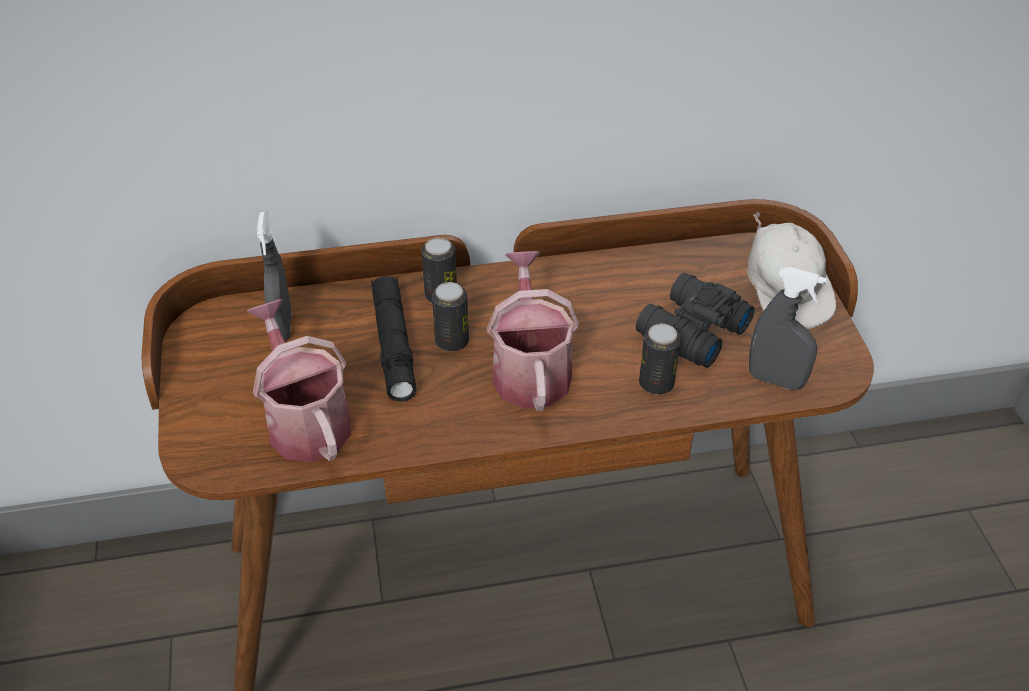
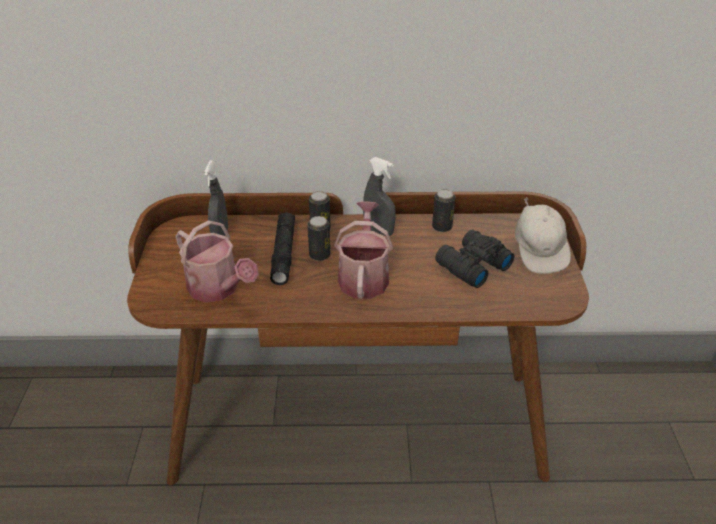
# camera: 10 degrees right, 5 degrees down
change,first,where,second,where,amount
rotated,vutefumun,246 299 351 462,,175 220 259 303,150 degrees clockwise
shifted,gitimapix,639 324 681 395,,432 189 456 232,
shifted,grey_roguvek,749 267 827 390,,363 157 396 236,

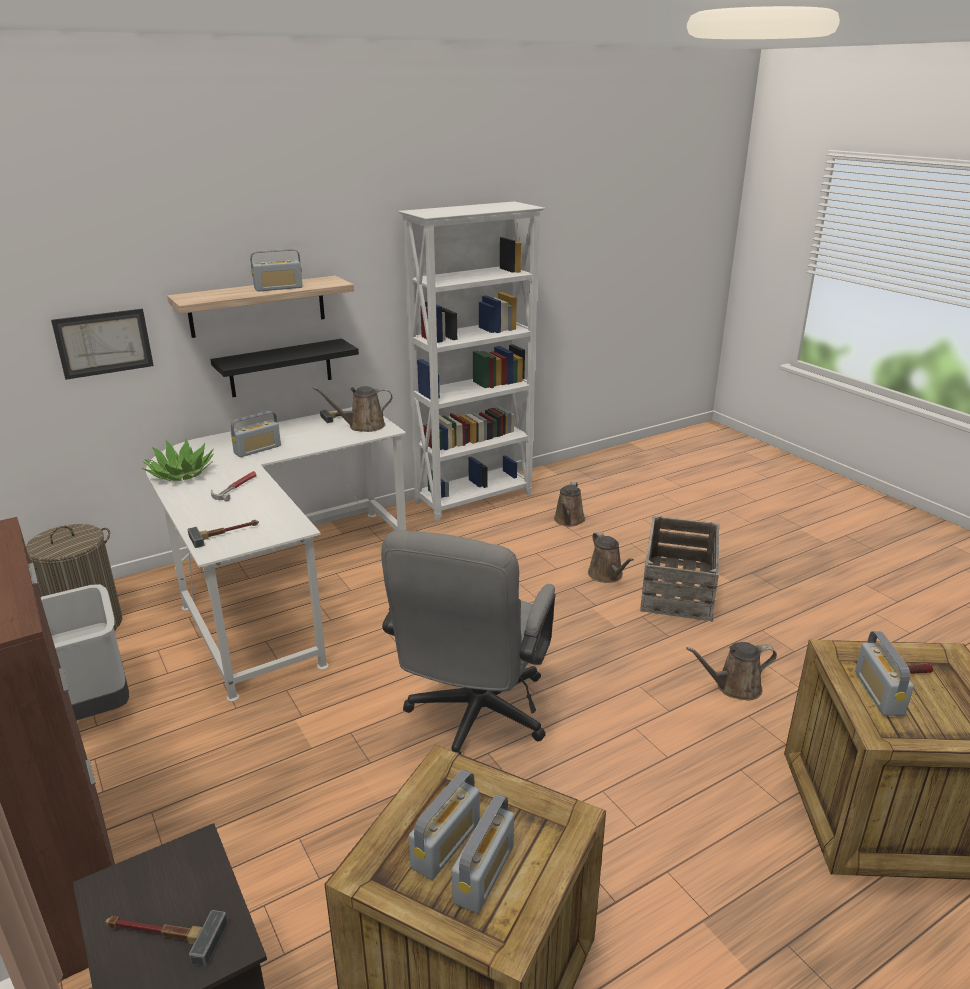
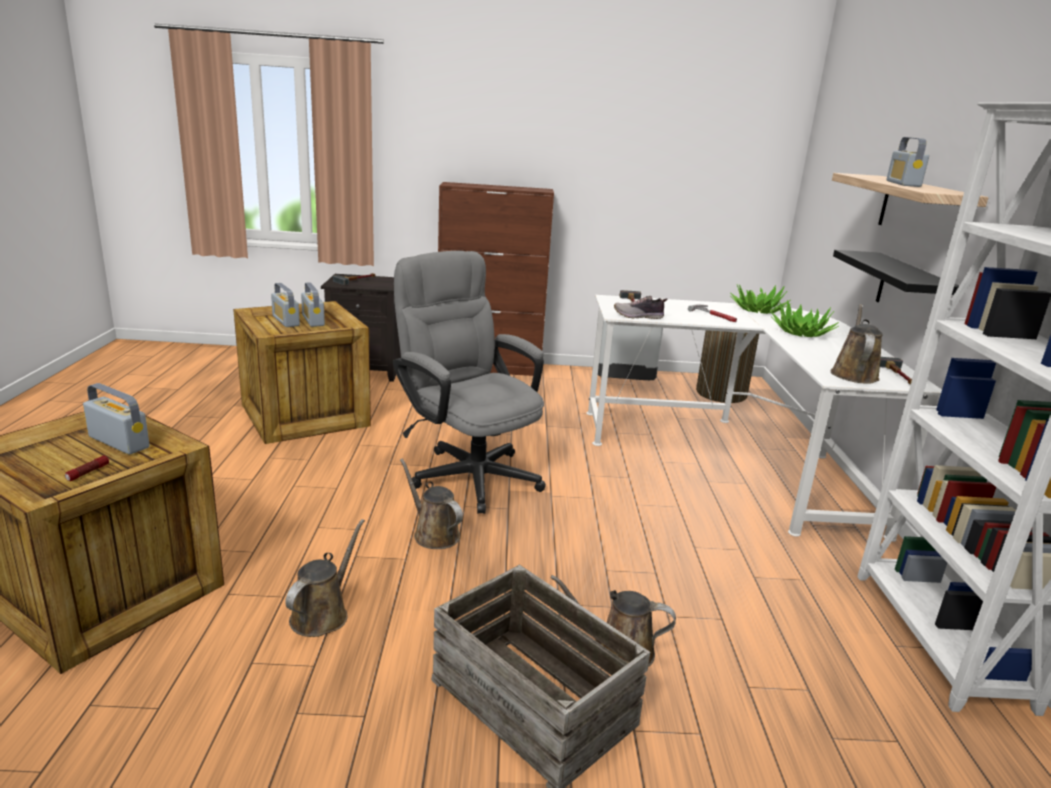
# camera: 120 degrees right, 5 degrees down
change,first,where,second,where,amount
gone,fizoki,51 309 154 380,,,
swapped,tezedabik,231 411 281 457,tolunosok,771 300 839 337,
shifted,brown_vutefumun,554 482 585 527,,400 459 463 549,
new,,,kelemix,614 296 668 319,

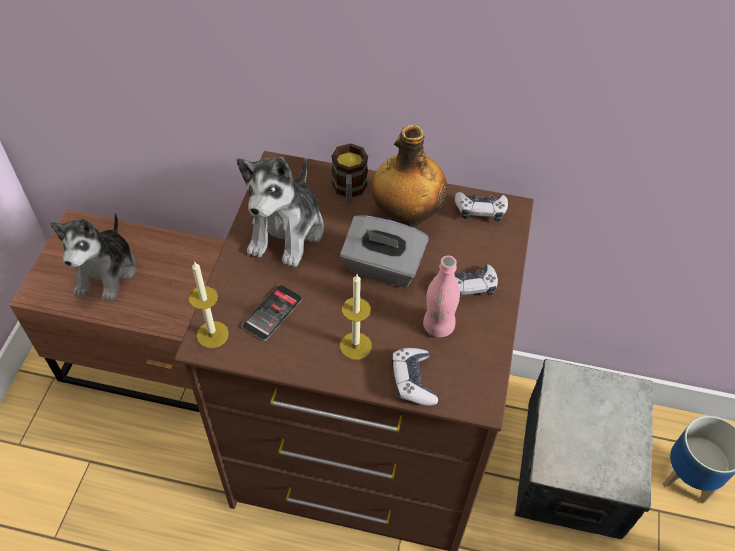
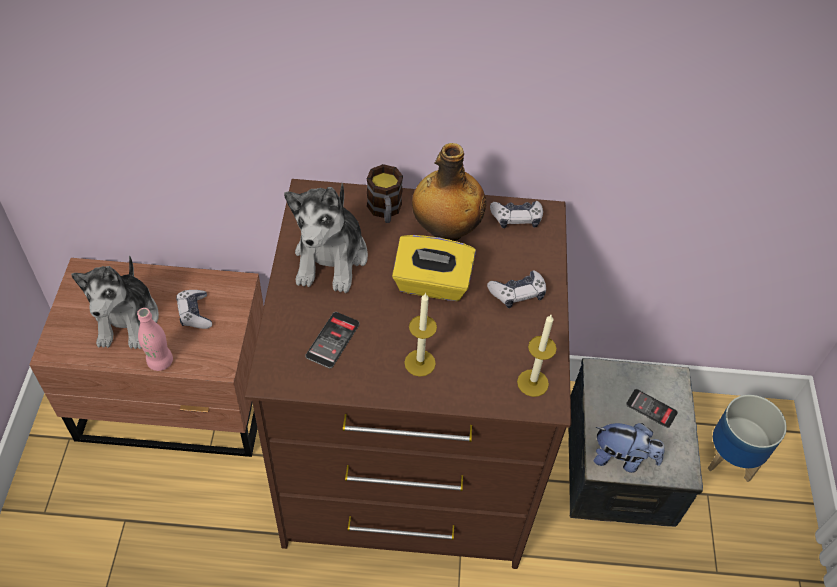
# camera: 10 degrees left, 0 degrees up
change,first,where,second,where,amount
shifted,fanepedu,189 261 229 348,,517 315 557 397,
repainted,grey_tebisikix,340 215 429 287,yellow_tebisikix,392 235 476 301,
shifted,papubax,391 348 438 406,,176 290 212 329,
shifted,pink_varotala,423 256 460 337,,137 308 173 371,
new,,,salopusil,594 423 665 473,
new,,,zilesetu,626 389 678 428,

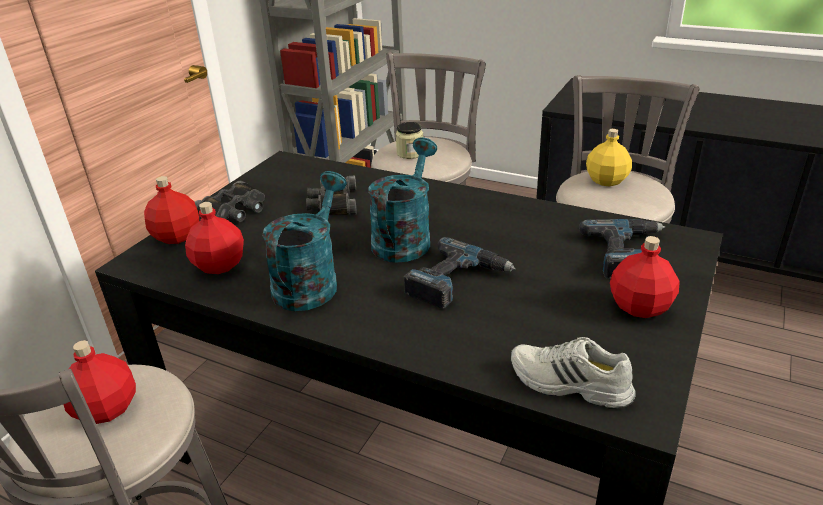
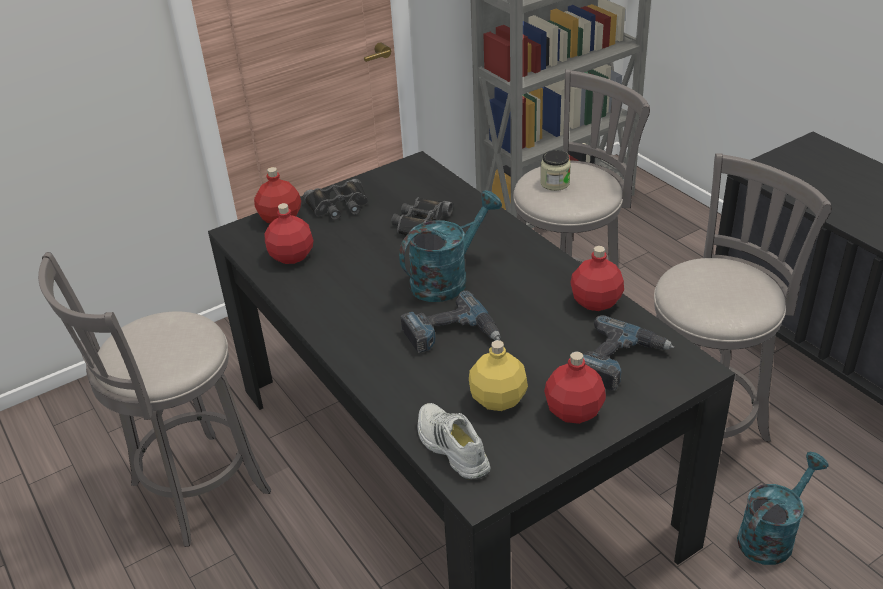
# camera: 30 degrees right, 5 degrees up
change,first,where,second,where,amount
shifted,red_varotala,63 340 136 424,,570 246 624 311,
shifted,turquoise_vutefumun,262 171 347 311,,737 452 829 565,
shifted,yellow_varotala,586 129 632 186,,469 340 528 411,

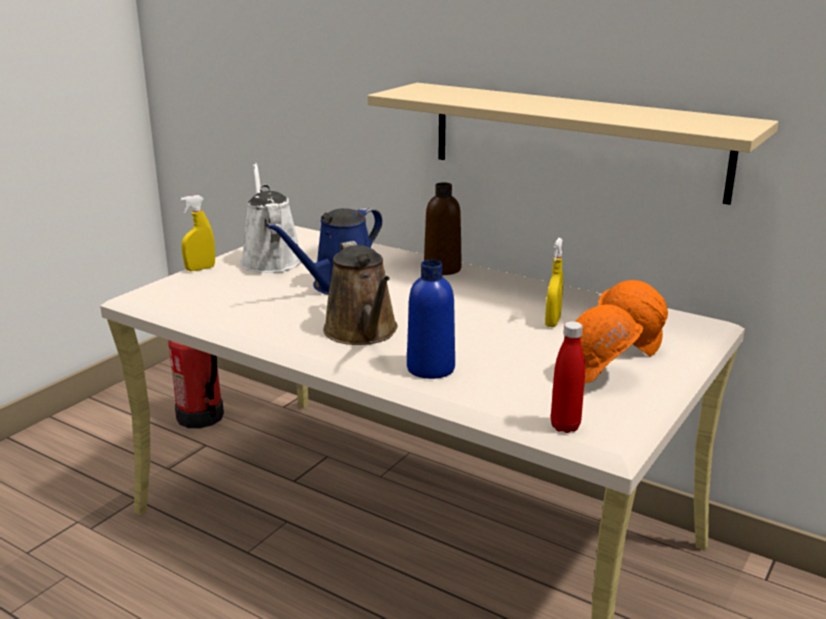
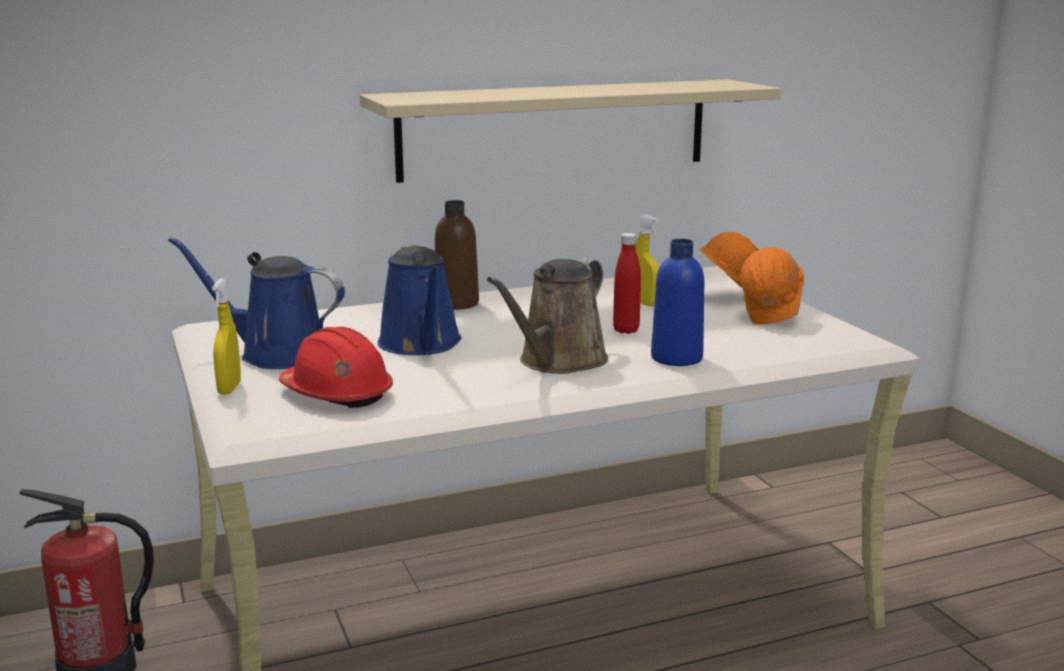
# camera: 55 degrees left, 5 degrees down
change,first,where,second,where,amount
repainted,white_vutefumun,240 163 301 273,blue_vutefumun,168 237 345 369,
rotated,brown_vutefumun,323 241 398 345,,487 258 608 374,105 degrees clockwise
shifted,red_varotala,551 321 585 433,,613 233 641 334,
new,,,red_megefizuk,279 327 393 408,

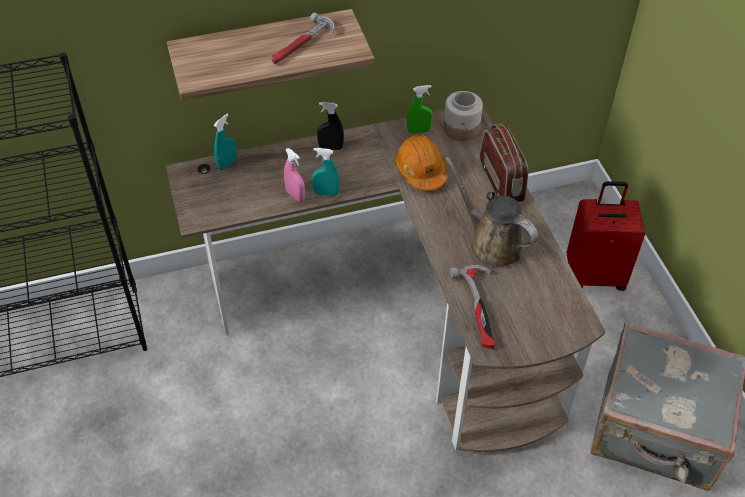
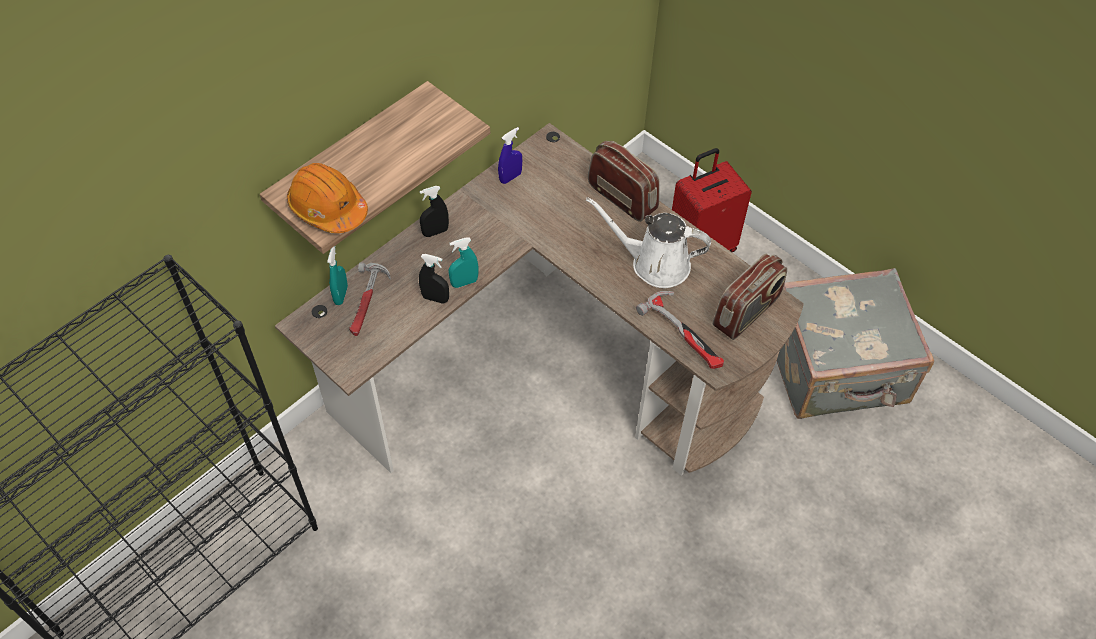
# camera: 30 degrees left, 5 degrees up
change,first,where,second,where,amount
shifted,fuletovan,271 12 335 64,,349 262 391 336,
repainted,pink_roguvek,284 148 305 202,black_roguvek,419 254 449 304,
shifted,orange_megefizuk,394 135 448 191,,287 163 368 233,
repainted,green_roguvek,407 85 433 134,blue_roguvek,498 127 522 184,
gone,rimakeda,443 91 483 141,,,
repainted,brown_vutefumun,445 156 538 268,white_vutefumun,586 197 711 288,
new,,,tezedabik,713 254 787 340,

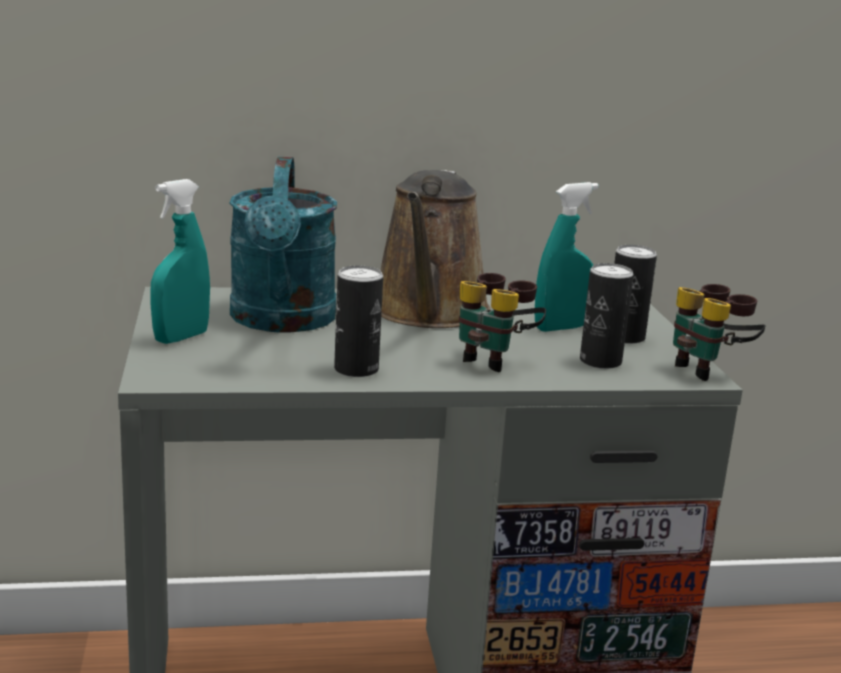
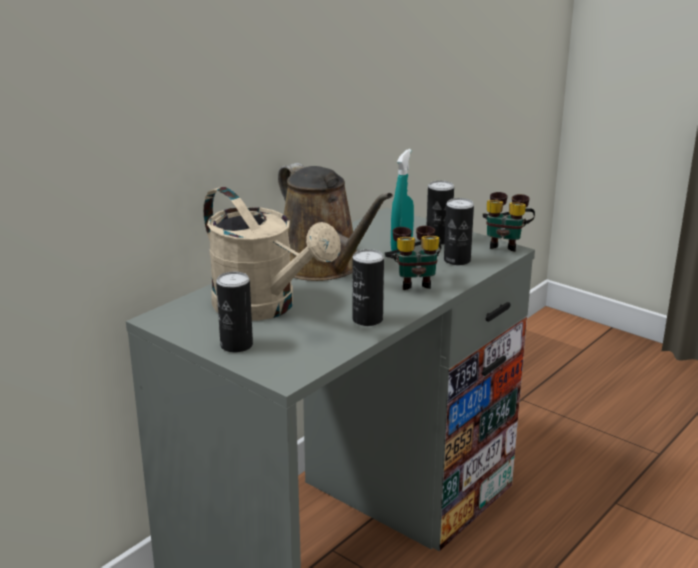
# camera: 40 degrees left, 5 degrees up
change,first,where,second,where,amount
swapped,turquoise_roguvek,151 179 210 344,gitimapix,216 272 253 353,
repainted,turquoise_vutefumun,229 157 337 333,beige_vutefumun,203 187 341 321,

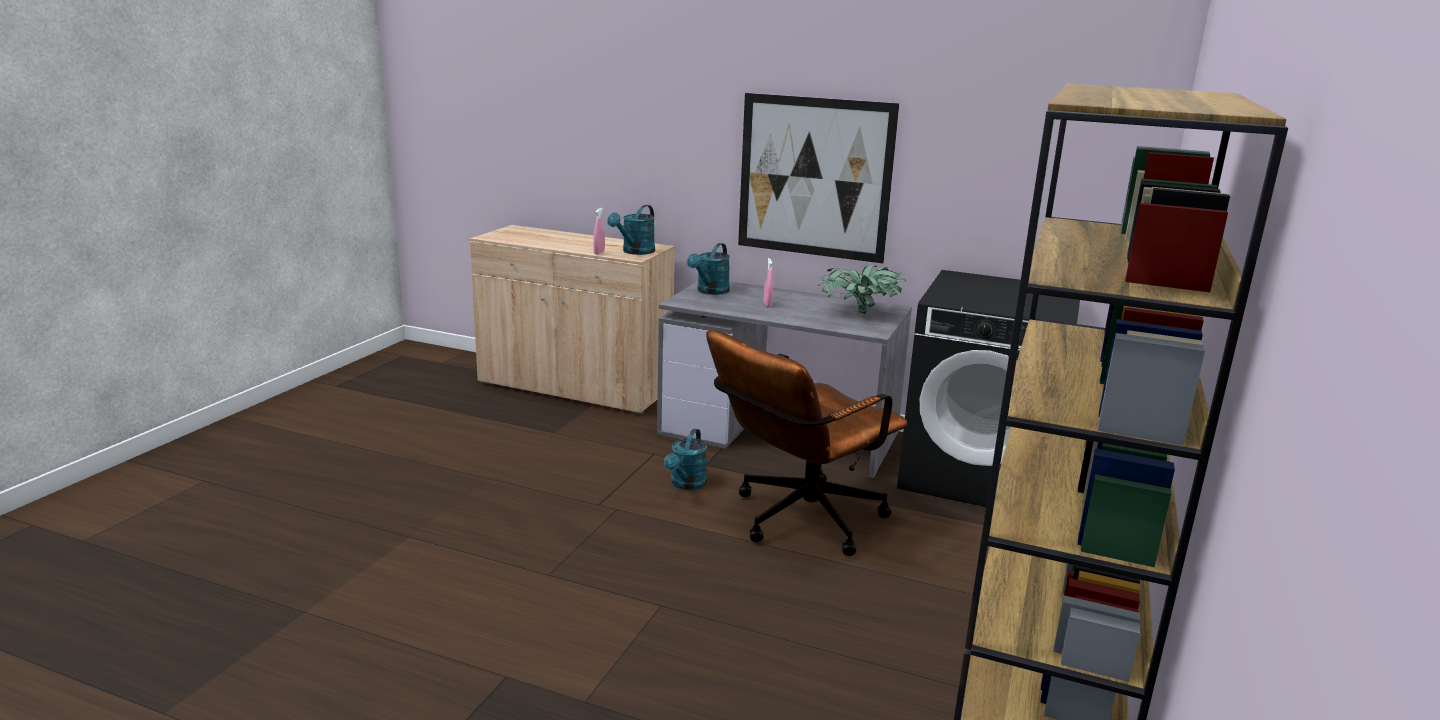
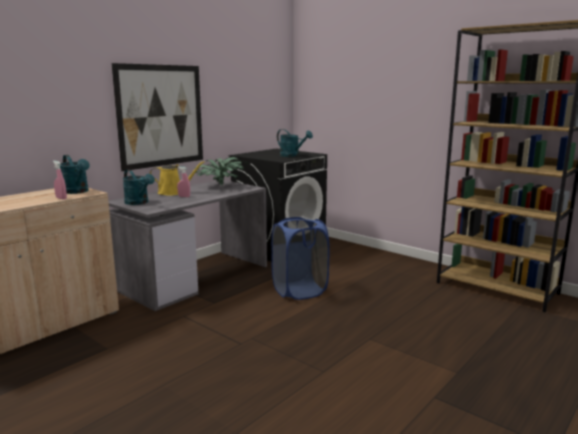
# camera: 70 degrees left, 5 degrees down
change,first,where,second,where,amount
shifted,turquoise_vutefumun,664 428 707 490,,277 129 313 157,
swapped,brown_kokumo,706 330 908 556,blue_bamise,271 217 330 300,
new,,,yellow_vutefumun,150 161 205 196,

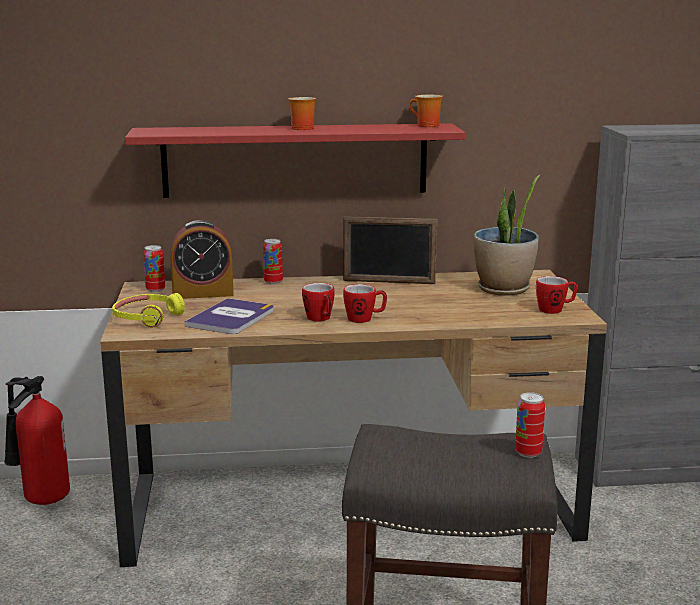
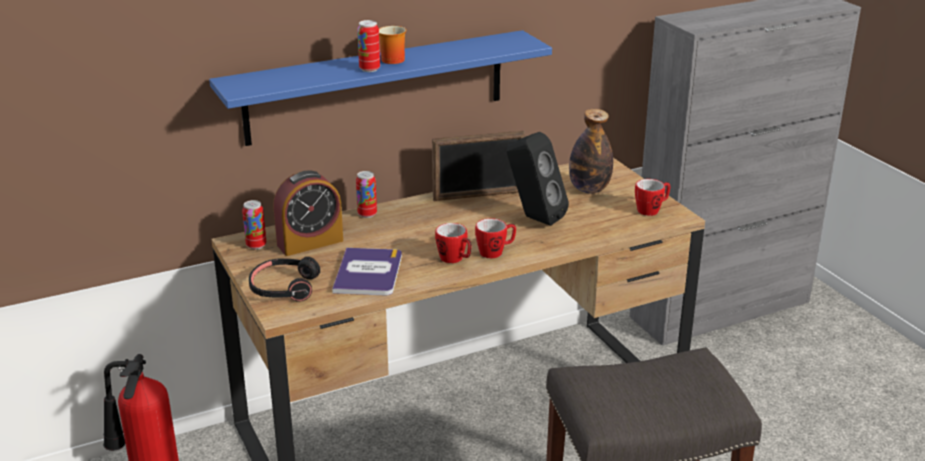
# camera: 20 degrees left, 10 degrees up
change,first,where,second,where,amount
repainted,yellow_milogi,112 293 185 328,black_milogi,249 257 320 302,
repainted,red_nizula,125 123 465 198,blue_nizula,209 30 552 146,
gone,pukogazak,409 95 443 127,,,
swapped,tolunosok,474 174 541 296,varotala,569 109 613 194,
shifted,gitimapix,515 392 545 458,,357 20 380 72,
new,,,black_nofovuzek,507 132 569 226,

